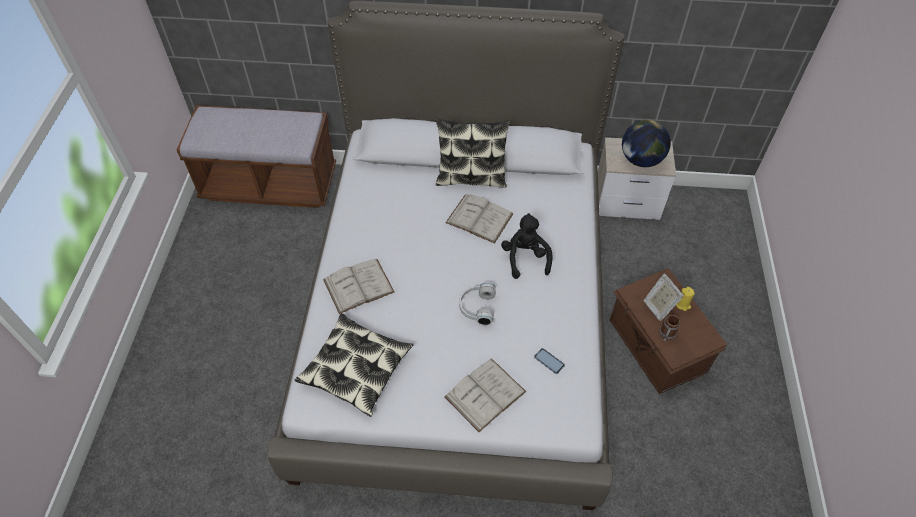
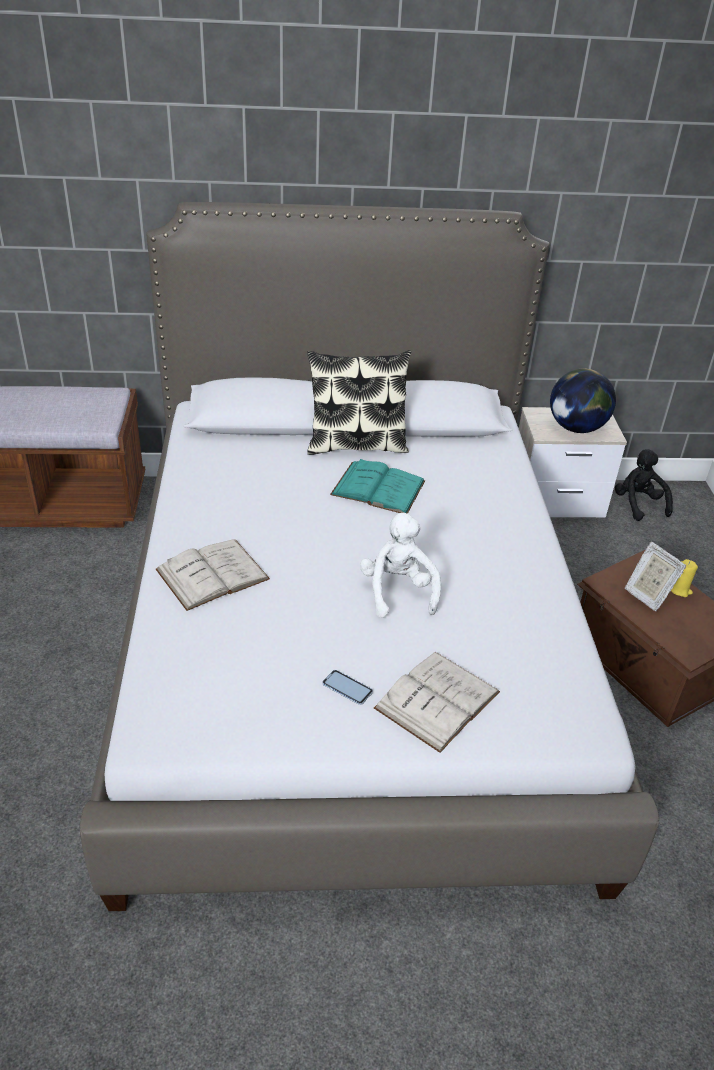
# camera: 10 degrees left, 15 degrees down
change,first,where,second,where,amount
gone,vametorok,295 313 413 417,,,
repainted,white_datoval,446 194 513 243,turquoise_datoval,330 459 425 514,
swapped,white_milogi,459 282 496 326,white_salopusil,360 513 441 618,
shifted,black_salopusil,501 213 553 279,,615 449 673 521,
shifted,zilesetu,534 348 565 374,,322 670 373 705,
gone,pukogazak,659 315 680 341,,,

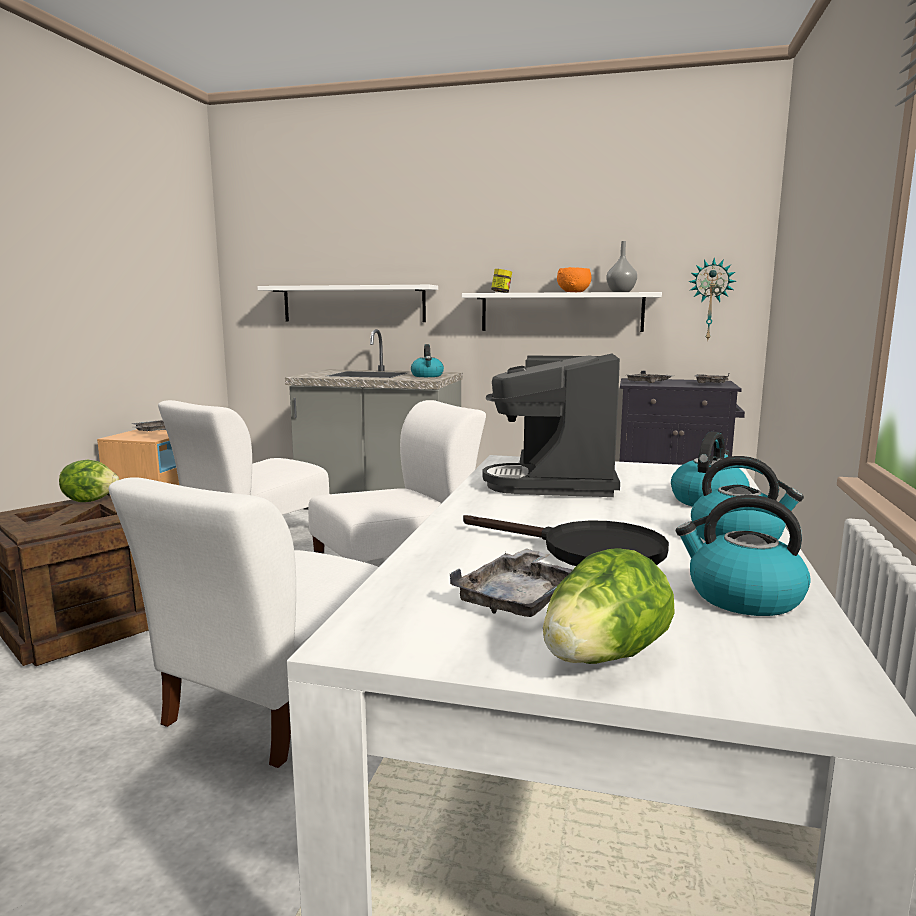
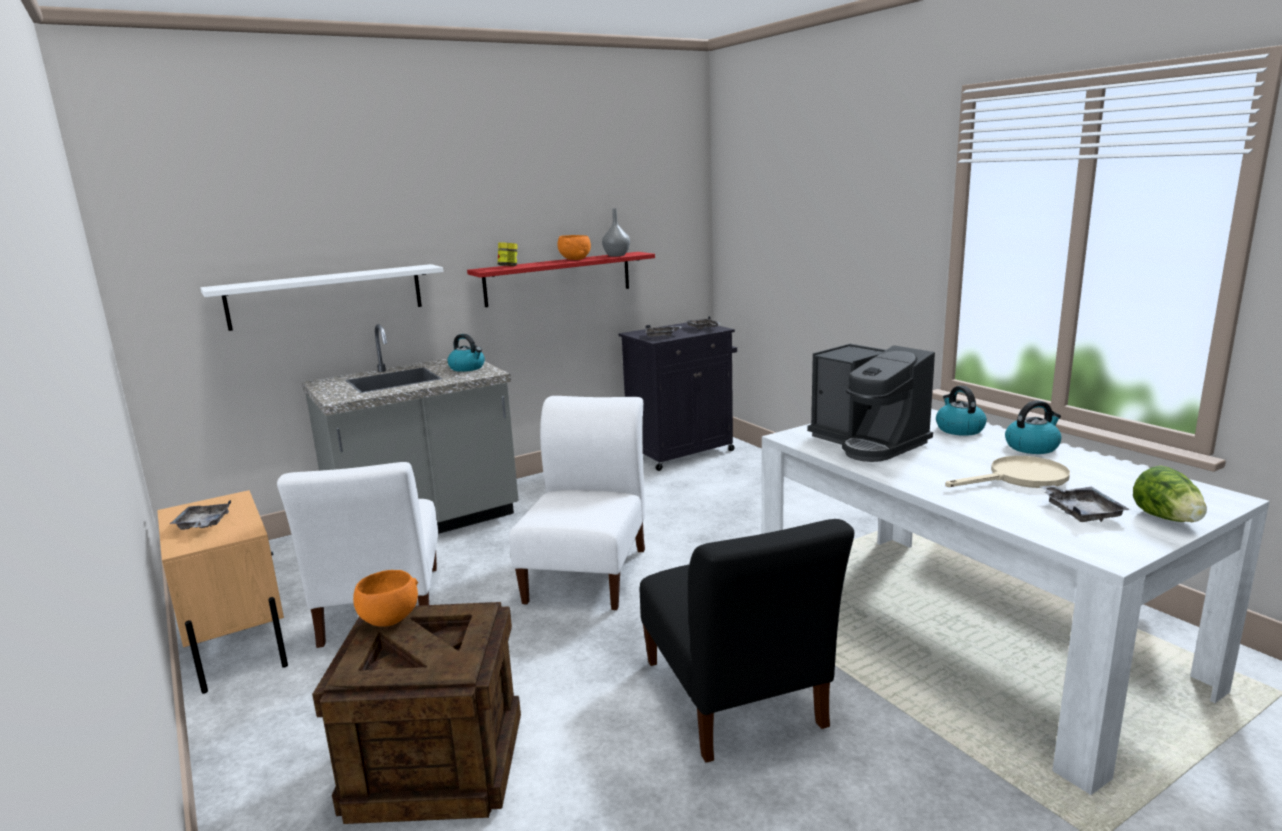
# camera: 45 degrees left, 5 degrees up
change,first,where,second,where,amount
swapped,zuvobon,59 459 119 502,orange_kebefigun,353 570 418 627,
repainted,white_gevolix,108 477 379 768,black_gevolix,640 519 854 763,
repainted,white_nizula,462 292 662 332,red_nizula,467 252 655 307,
repainted,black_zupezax,463 515 669 566,beige_zupezax,945 456 1070 488,
gone,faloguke,676 495 810 616,,,
gone,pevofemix,688 258 736 342,,,

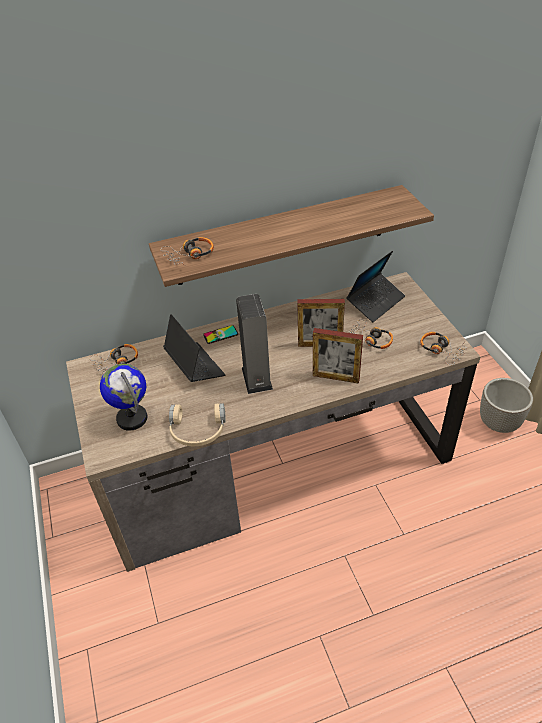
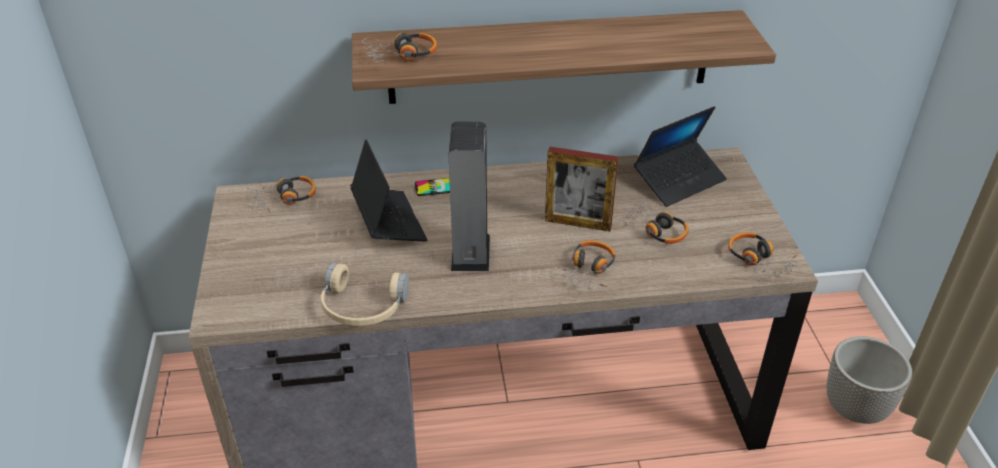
# camera: 10 degrees right, 5 degrees down
change,first,where,second,where,amount
gone,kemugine,100 364 147 431,,,
swapped,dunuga,313 328 363 384,milogi,548 241 616 290,

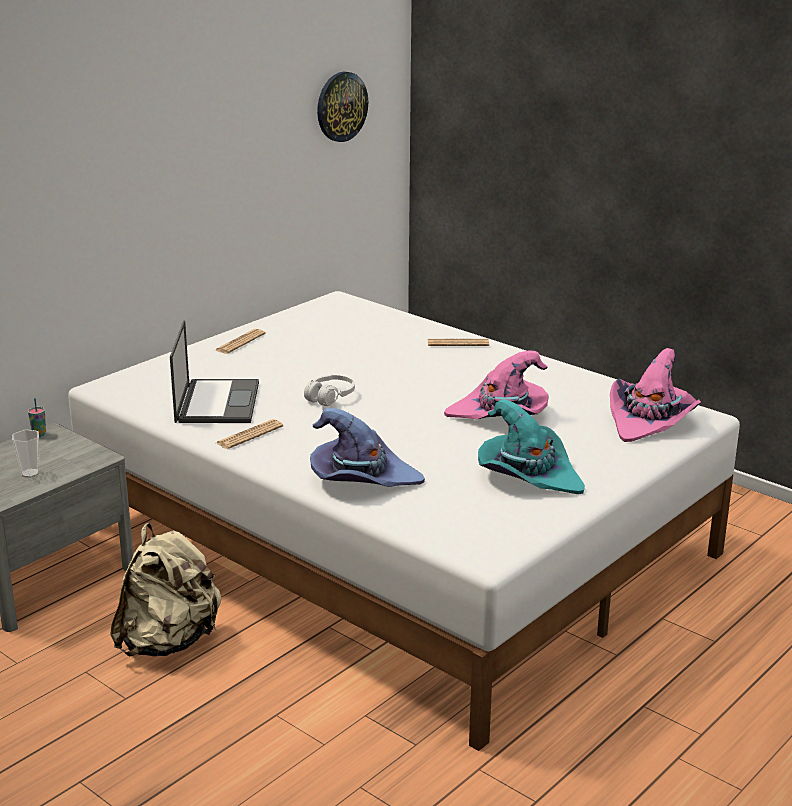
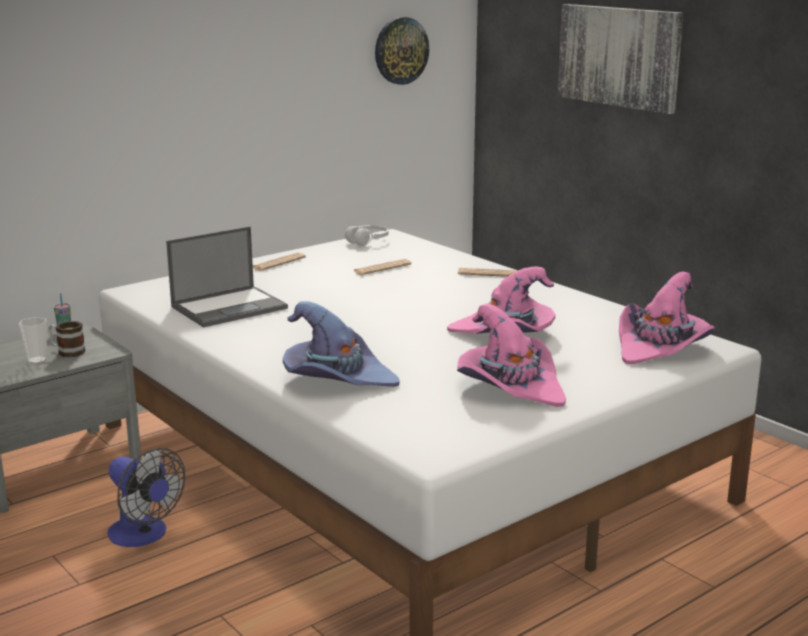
# camera: 10 degrees right, 5 degrees down
change,first,where,second,where,amount
swapped,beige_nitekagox,110 523 222 656,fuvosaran,107 448 185 547,
rotated,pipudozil,170 320 259 423,,166 226 288 328,45 degrees clockwise
shifted,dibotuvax,216 419 283 449,,354 259 412 275,
shifted,white_milogi,304 375 355 406,,345 225 389 246,
repainted,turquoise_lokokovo,478 399 585 494,pink_lokokovo,457 304 566 407,
new,,,pukogazak,48 321 86 357,
new,,,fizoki,558 4 683 114,

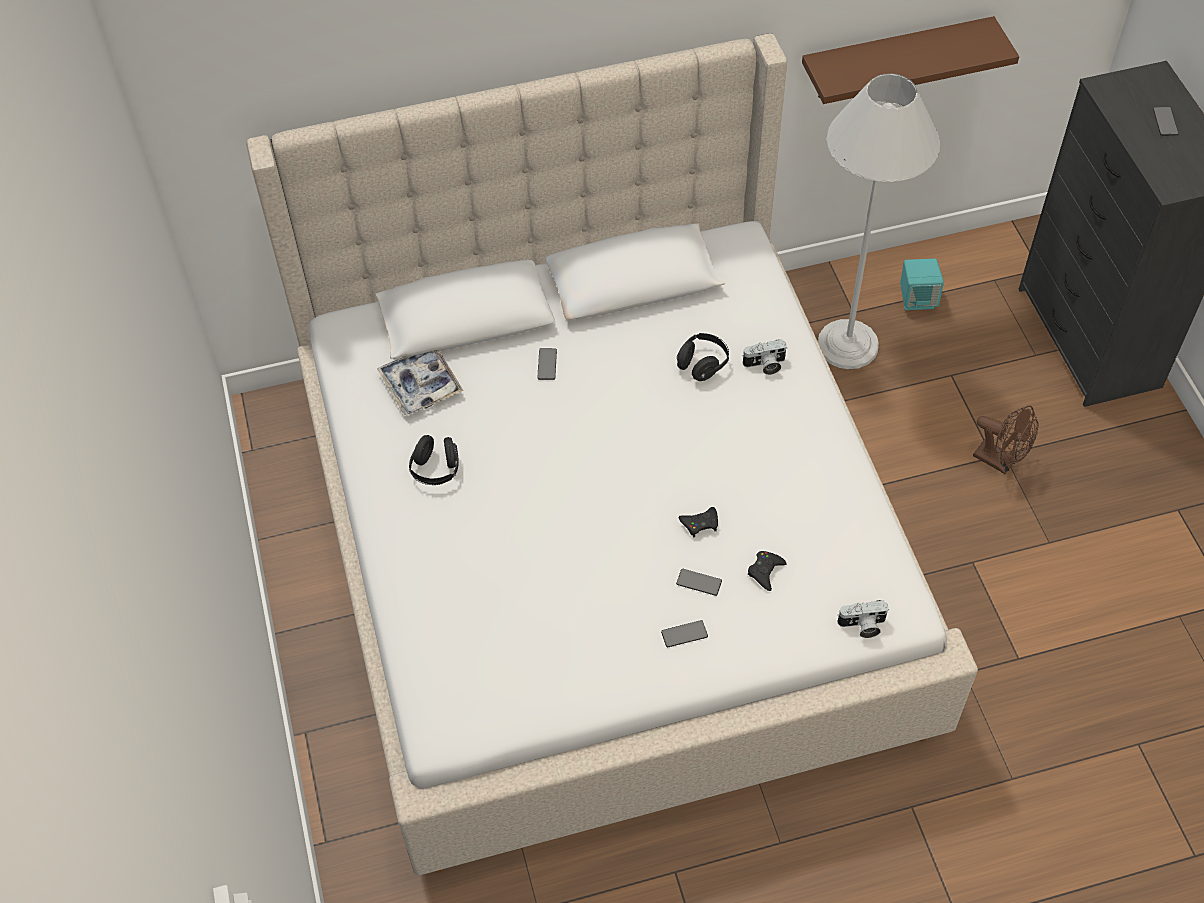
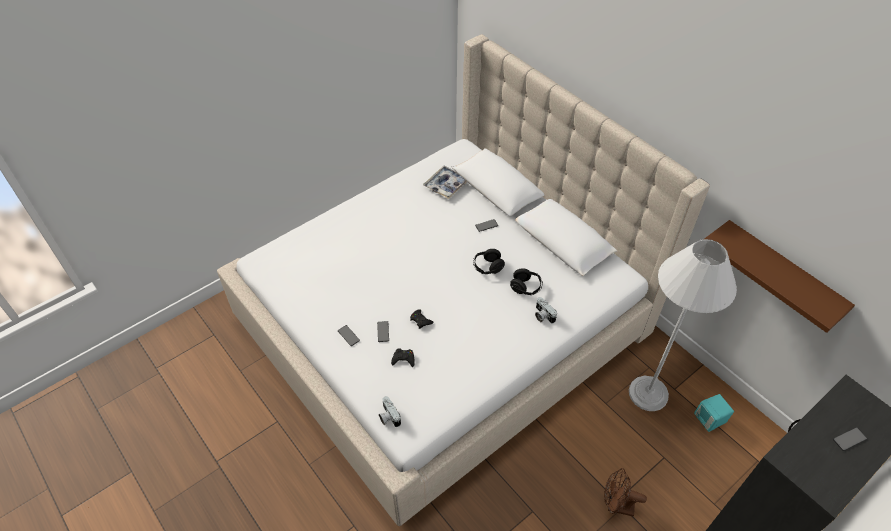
# camera: 65 degrees right, 5 degrees down
change,first,where,second,where,amount
shifted,black_milogi,409 435 459 485,,473 249 505 274,
rotated,brown_fuvosaran,973 405 1038 474,,604 468 647 516,90 degrees clockwise

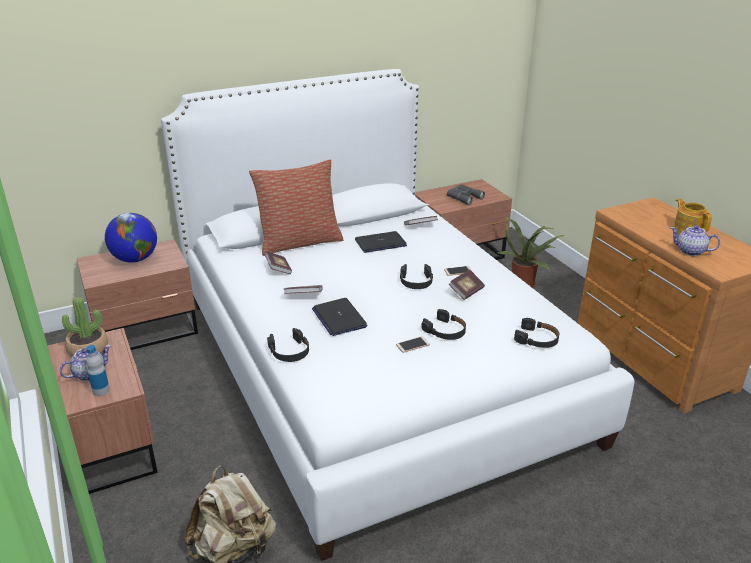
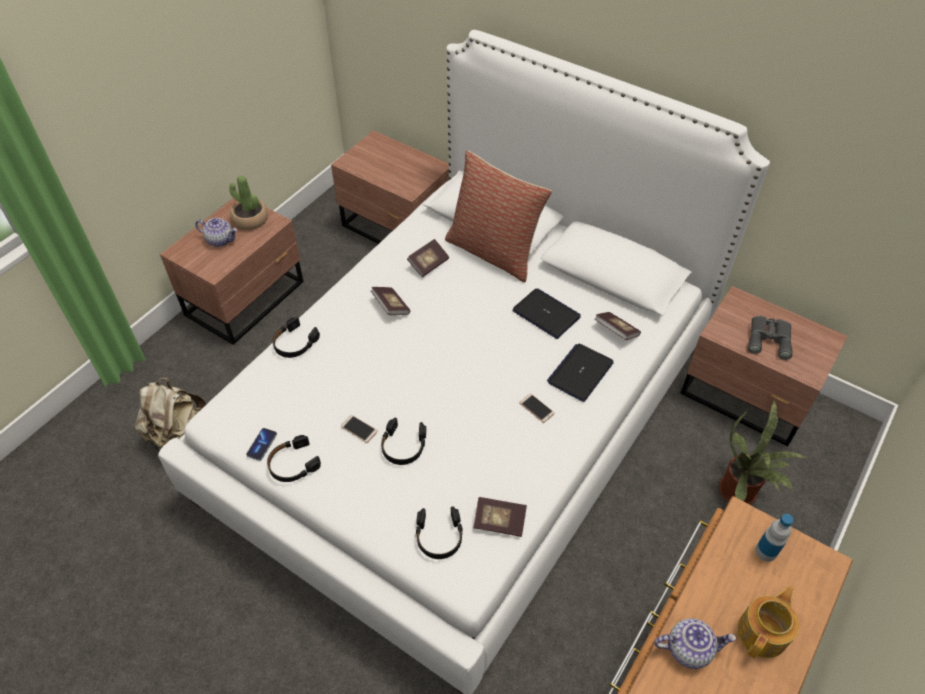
# camera: 60 degrees right, 20 degrees up
change,first,where,second,where,amount
shifted,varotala,86 345 110 396,,755 514 793 562,
gone,kemugine,105 213 157 263,,,
shifted,pipudozil,312 298 367 336,,547 344 614 402,
shifted,black_milogi,400 264 433 289,,267 435 321 482,
shifted,datoval,449 270 485 300,,474 497 527 537,
rotated,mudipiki,670 225 720 256,,654 618 736 669,90 degrees clockwise
new,,,zilesetu,246 428 277 461,

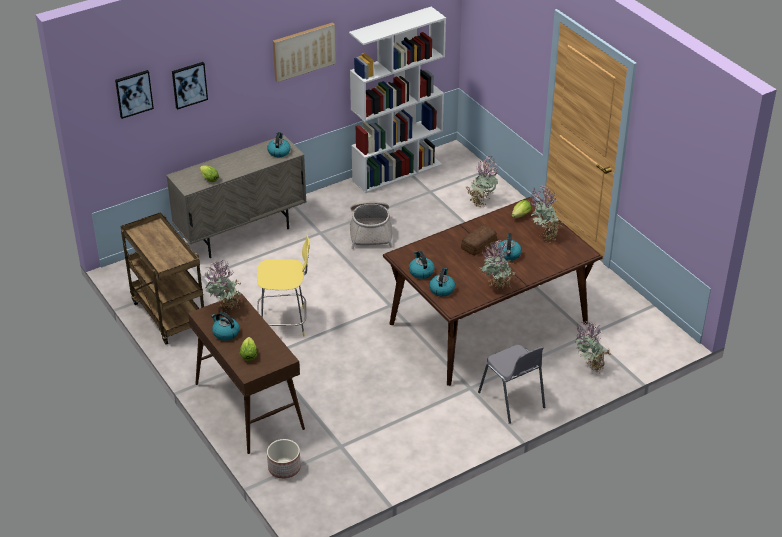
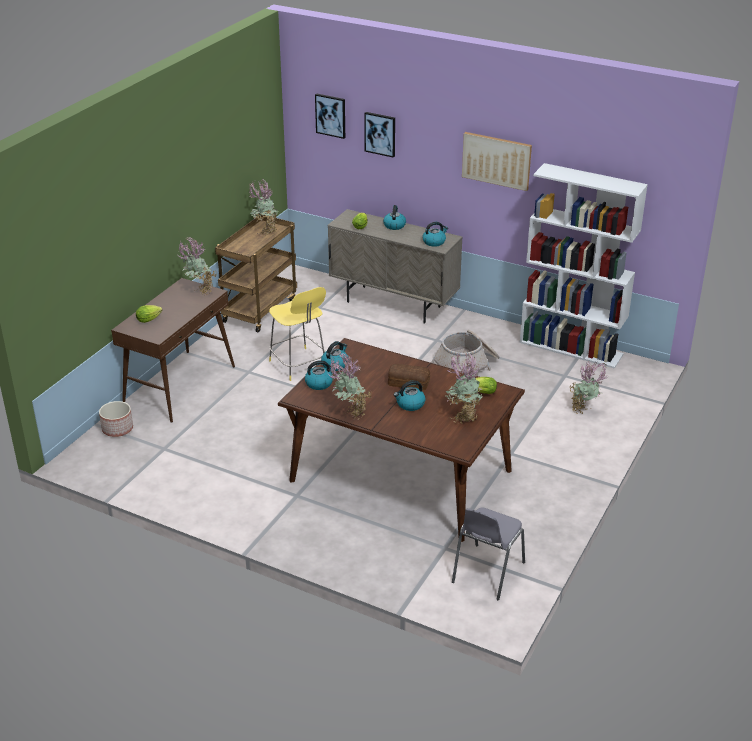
# camera: 60 degrees right, 5 degrees down
change,first,where,second,where,amount
shifted,faloguke,211 312 239 340,,383 205 406 230,
shifted,grey_gevolix,478 345 545 424,,452 507 525 600,
shifted,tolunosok,576 321 611 372,,249 180 279 236,

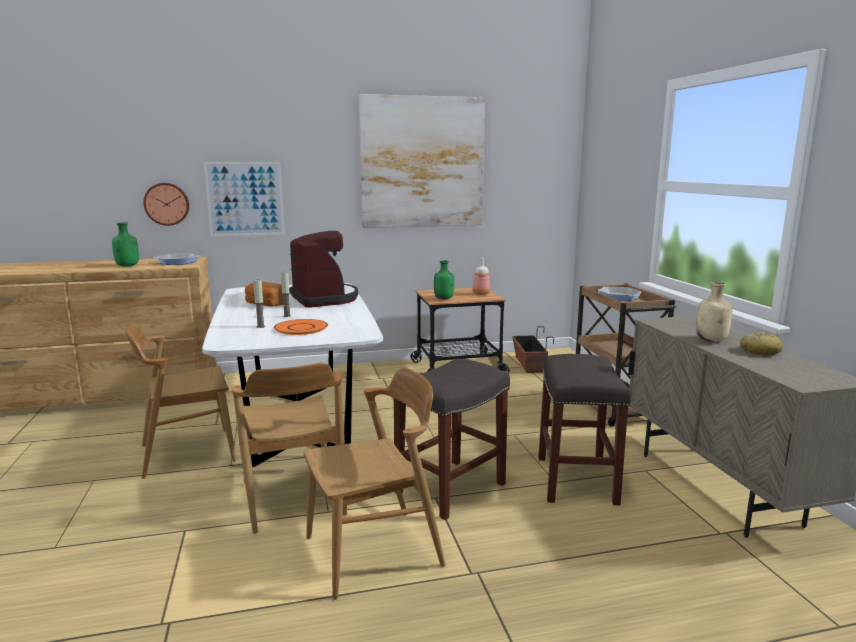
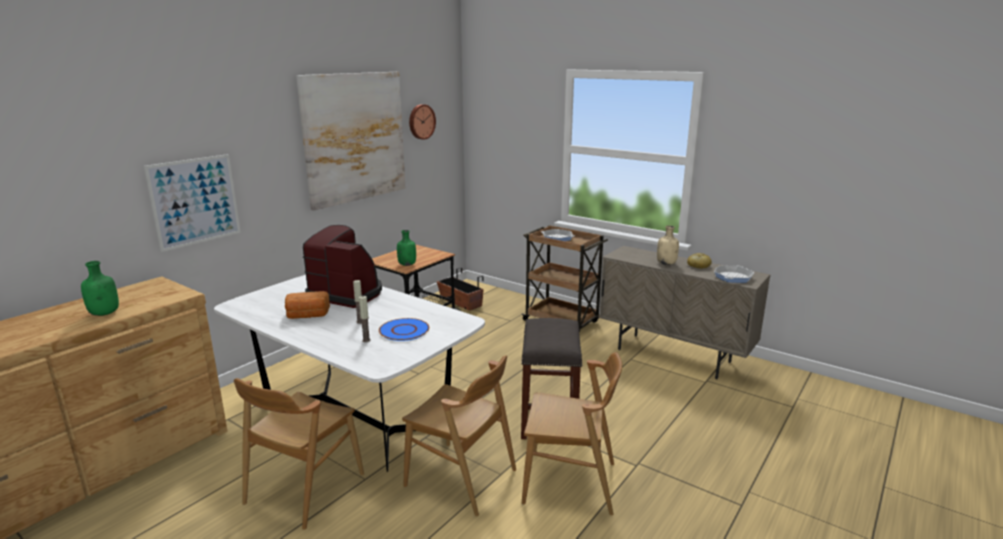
# camera: 40 degrees left, 5 degrees up
change,first,where,second,where,amount
shifted,pevofemix,143 183 189 226,,409 104 436 140,
shifted,zupezax,153 253 201 265,,714 266 754 283,
repainted,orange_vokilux,274 319 328 335,blue_vokilux,379 318 429 341,
rotated,brown_gevolix,304 368 446 600,,522 352 622 515,75 degrees clockwise
gone,varotala,472 258 490 295,,,
gone,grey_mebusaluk,538 354 631 506,,,

